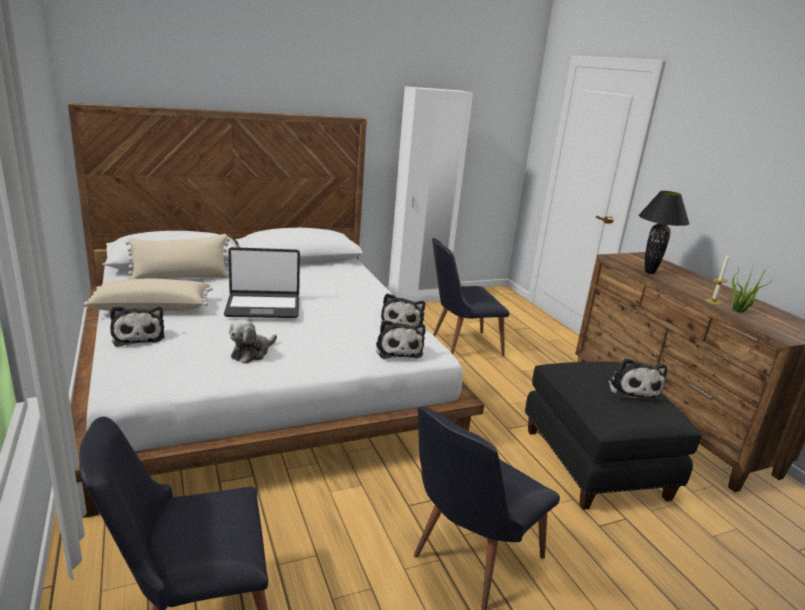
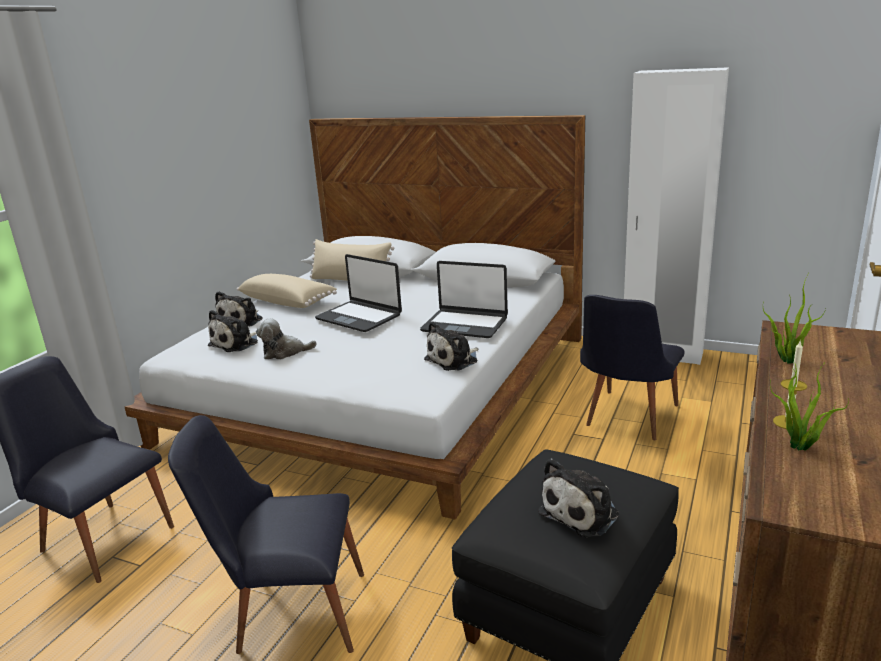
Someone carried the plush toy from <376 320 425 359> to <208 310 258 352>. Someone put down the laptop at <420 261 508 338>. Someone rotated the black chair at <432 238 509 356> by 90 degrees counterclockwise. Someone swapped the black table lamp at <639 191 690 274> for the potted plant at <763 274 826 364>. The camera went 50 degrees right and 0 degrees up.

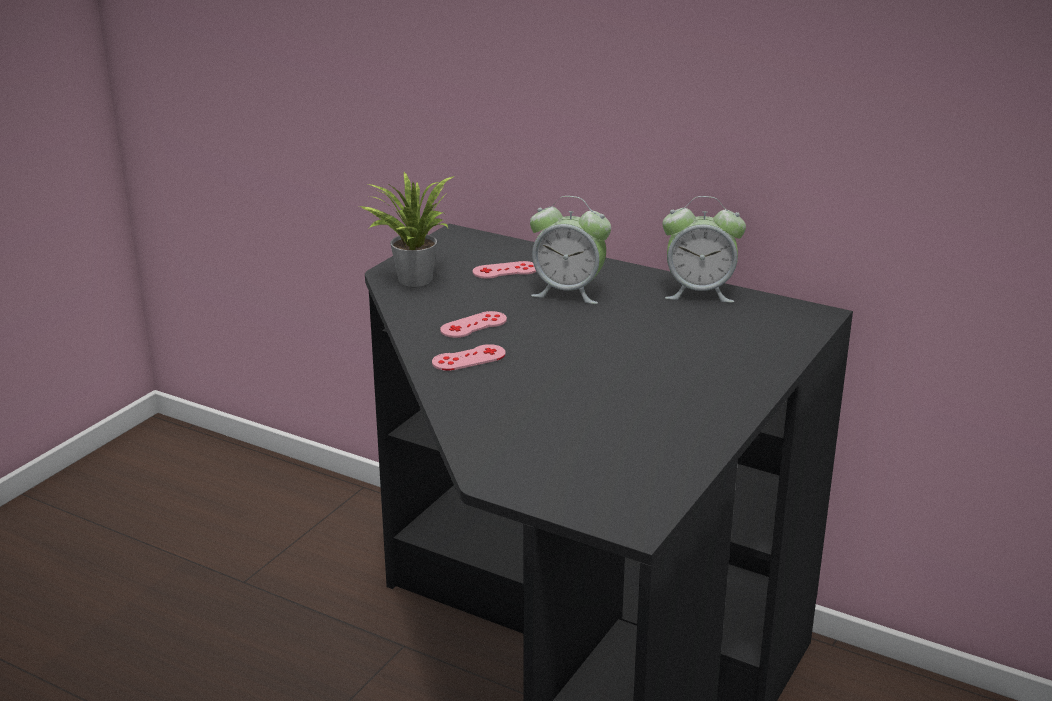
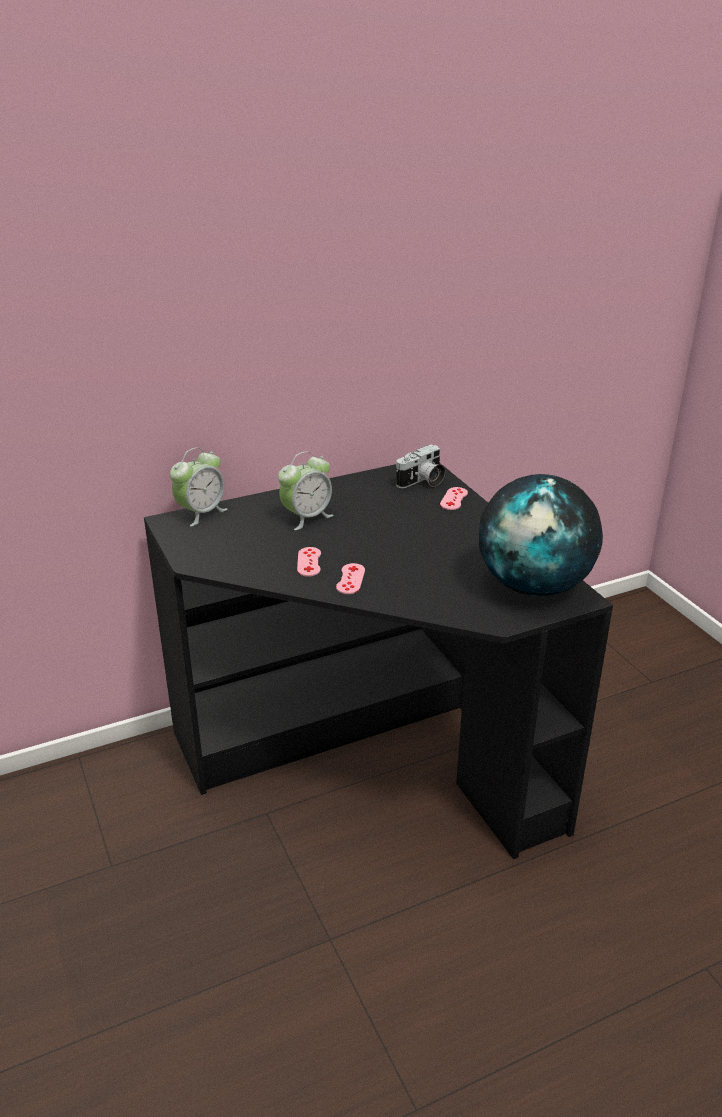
Someone carried the alarm clock from <663 196 746 302> to <170 448 227 526>. Someone put down the photo camera at <396 444 445 488>. Someone carried the pink game controller from <473 261 536 279> to <440 487 468 510>. Someone put down the globe at <479 474 603 597>. Someone took away the potted plant at <359 172 454 287>. The camera went 55 degrees left and 5 degrees up.

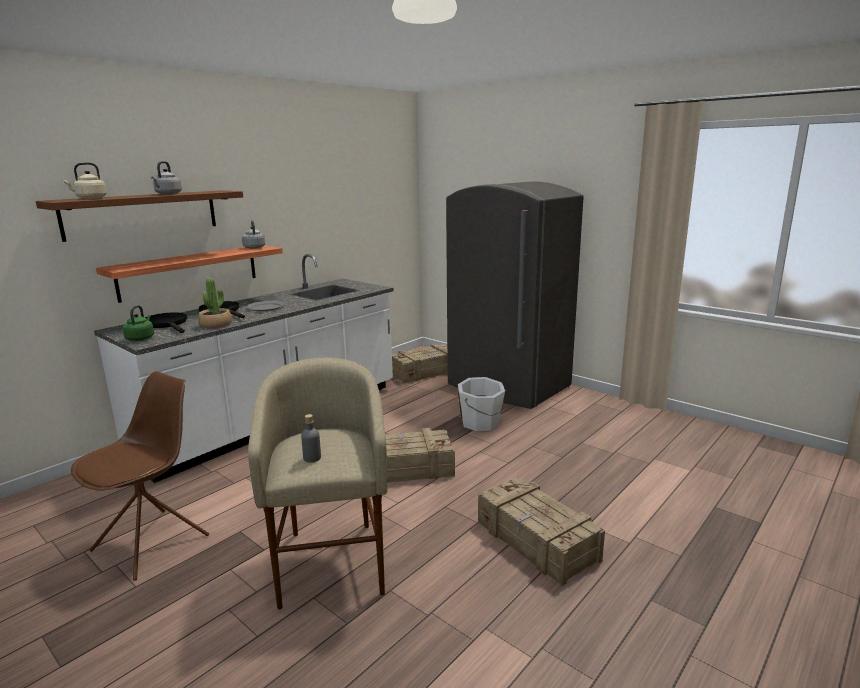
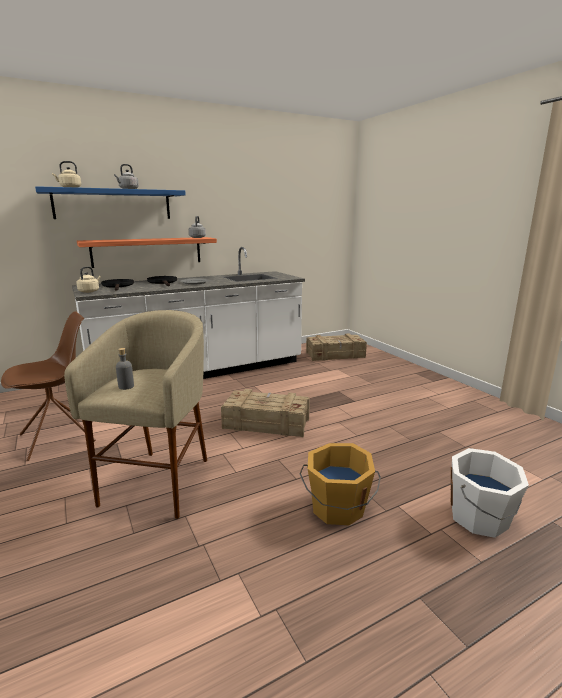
Someone repainted the brown shelf at <36 190 243 242>, which became the blue shelf at <35 186 186 219>. Someone repainted the green kettle at <123 305 154 341>, which became the beige kettle at <77 267 101 293>. Someone swapped the crate at <478 477 605 586> for the orange bucket at <299 443 381 525>. Someone carried the white bucket from <458 377 505 431> to <451 448 529 538>. Someone took away the potted plant at <198 278 232 328>. Someone took away the grey fridge at <446 181 584 409>. The camera went 20 degrees right and 0 degrees up.

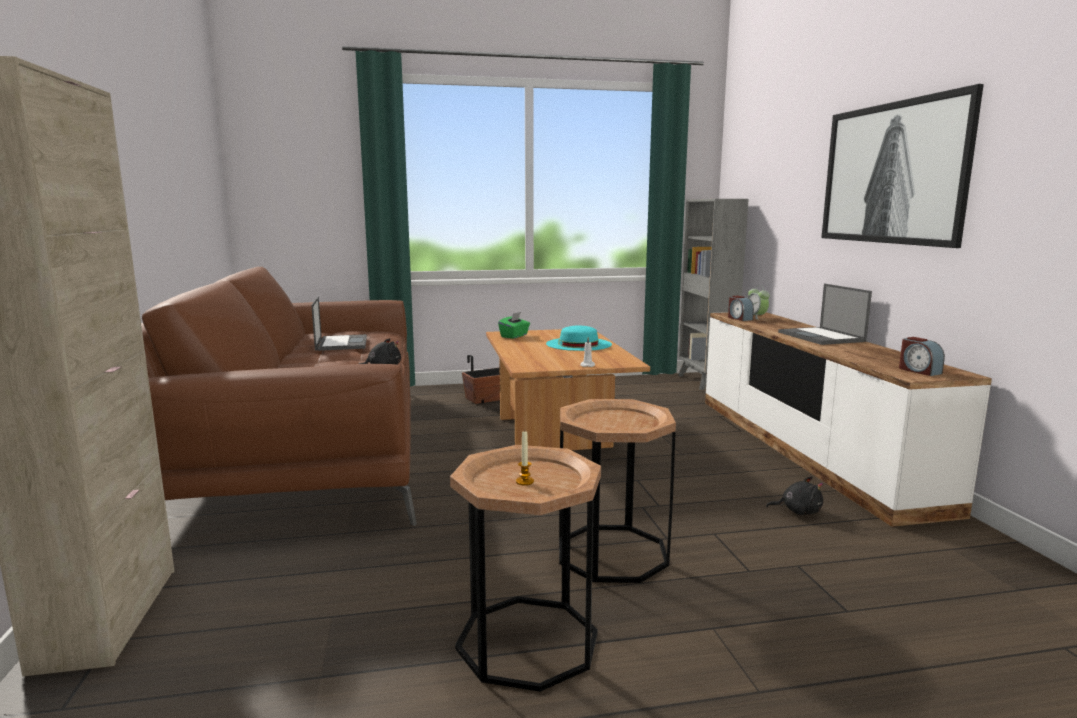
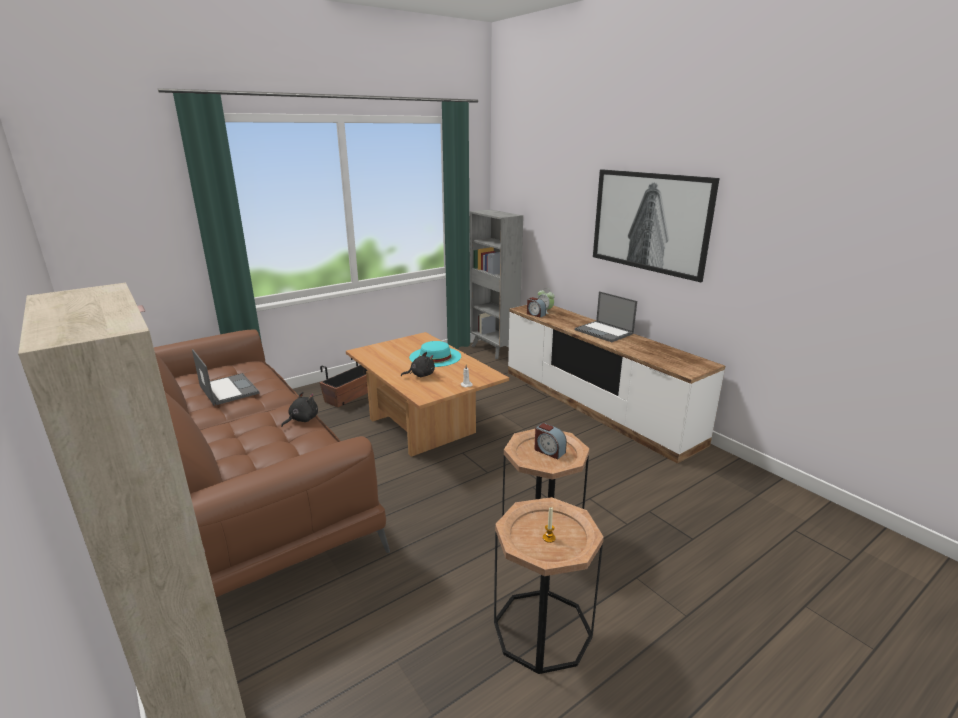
Someone carried the black plush toy from <766 476 823 515> to <401 352 435 377>. Someone carried the alarm clock from <899 337 945 376> to <534 423 567 459>. Someone took away the green tissue box at <498 312 530 339>. The camera went 25 degrees left and 10 degrees up.

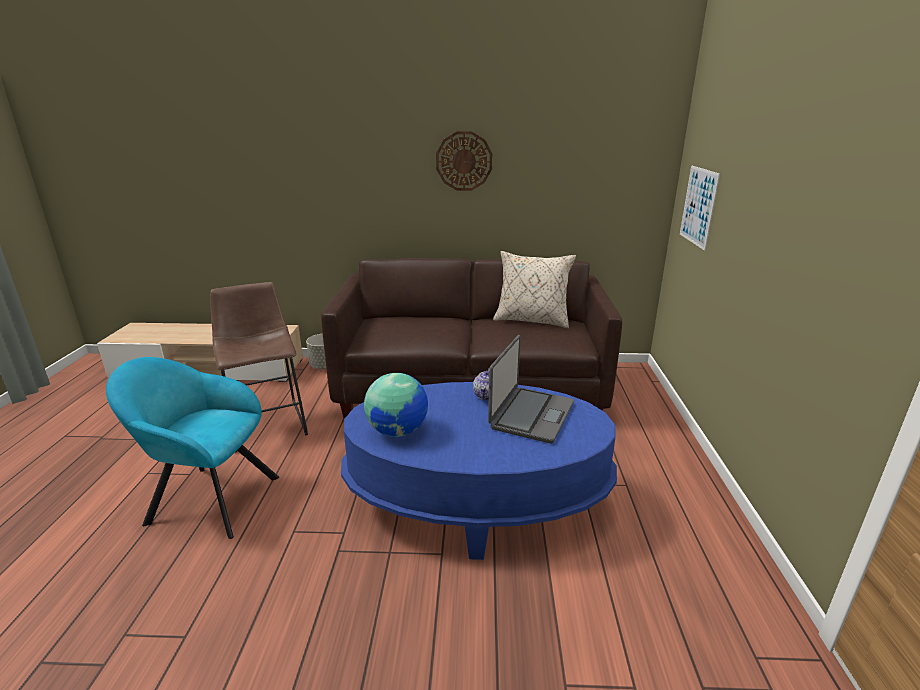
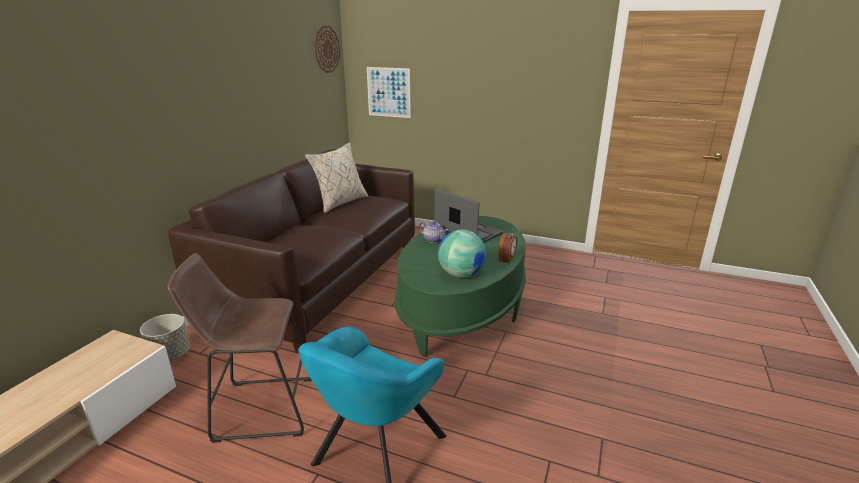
Someone carried the wall clock from <436 131 492 191> to <314 26 340 73>. Someone repainted the blue coffee table at <341 382 617 560>, which became the green coffee table at <395 216 526 357>. Someone put down the alarm clock at <499 233 517 263>. The camera went 70 degrees left and 0 degrees up.

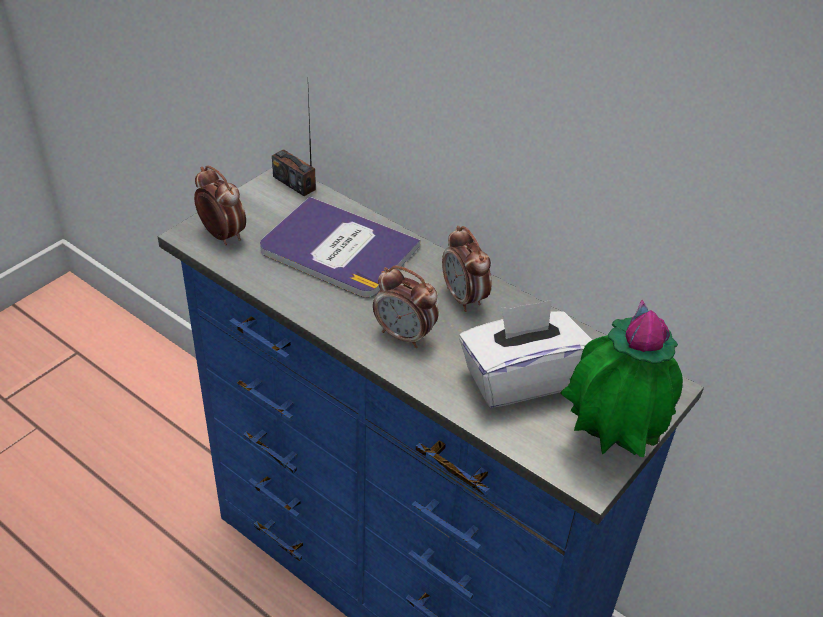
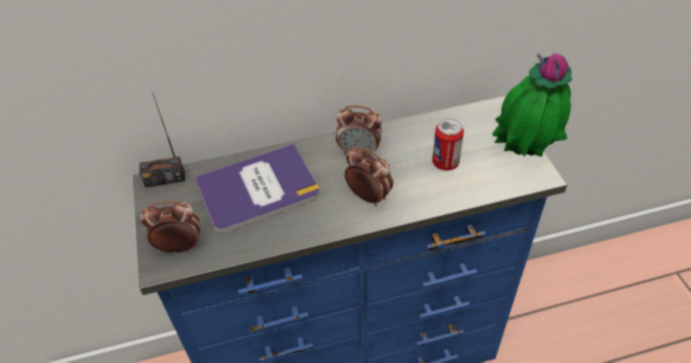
Someone rotated the alarm clock at <373 266 439 348> by 120 degrees counterclockwise. Someone swapped the white tissue box at <459 300 592 408> for the can at <432 118 464 170>. The camera went 50 degrees left and 5 degrees up.

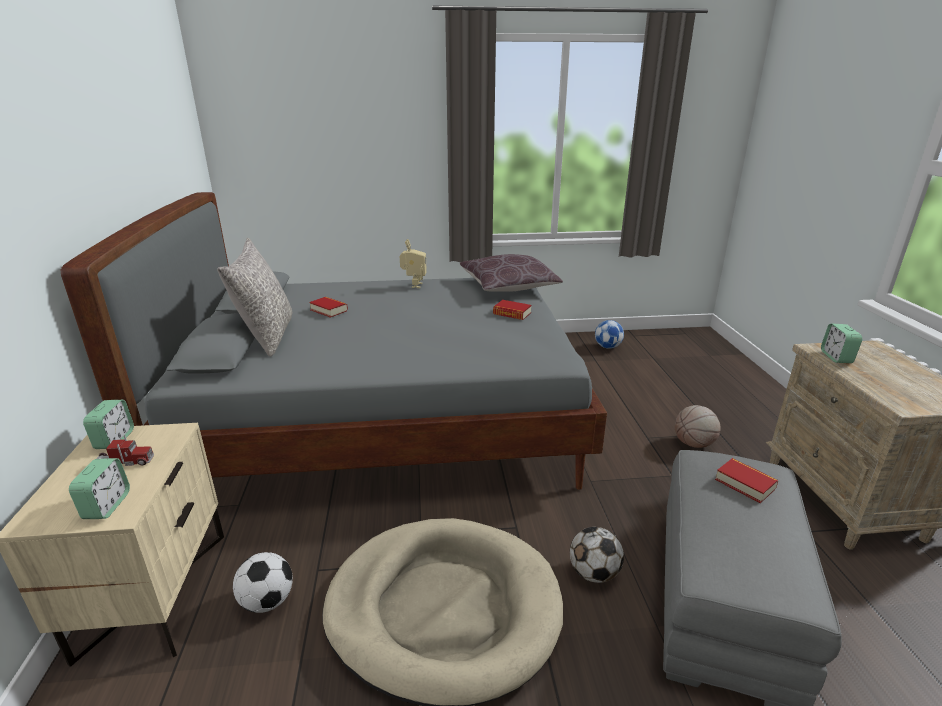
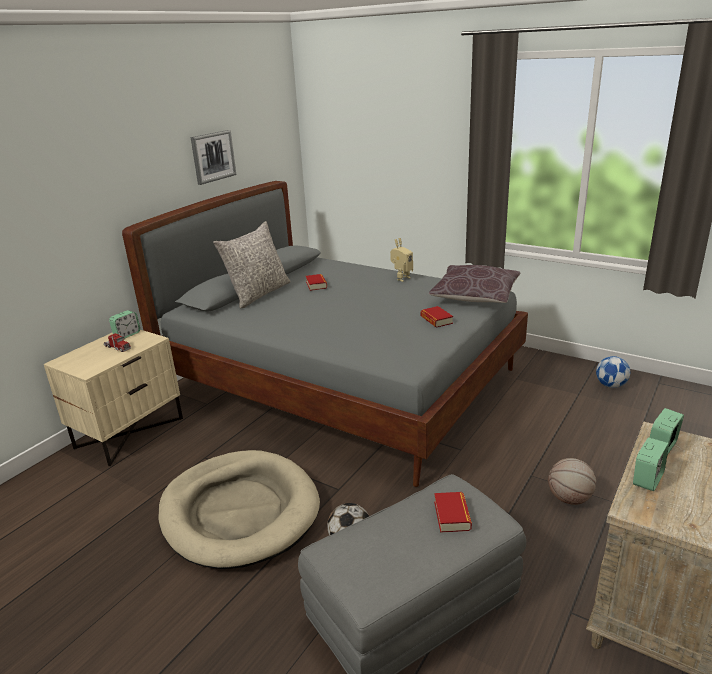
Someone put up the picture at <191 130 236 185>. Someone carried the alarm clock from <69 458 130 519> to <633 437 669 491>. Someone took away the football at <233 552 293 613>. The camera went 40 degrees right and 0 degrees up.

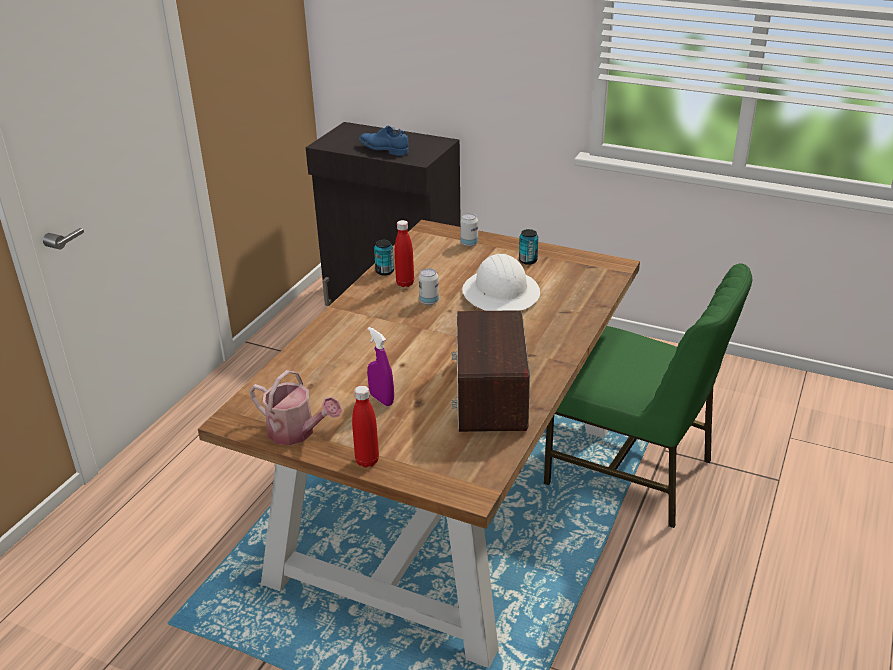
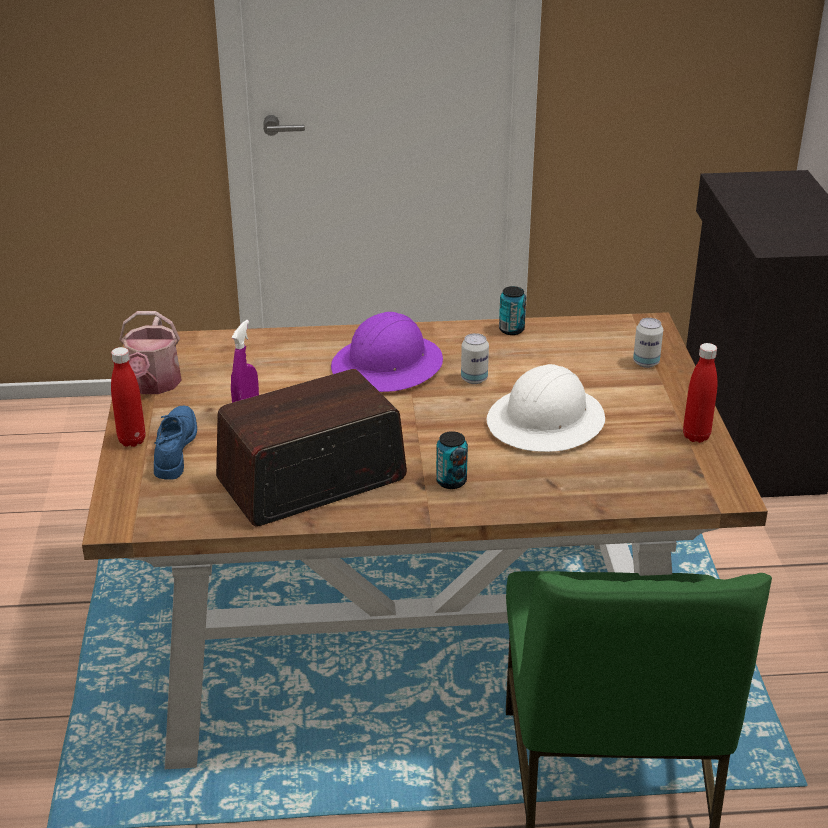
Someone carried the blue shoe from <359 125 409 156> to <154 405 197 480>. Someone put down the purple hard hat at <331 312 443 392>. Someone carried the can from <519 229 538 265> to <436 431 468 489>. Someone carried the red bottle from <395 220 414 287> to <683 343 717 443>. The camera went 60 degrees right and 0 degrees up.

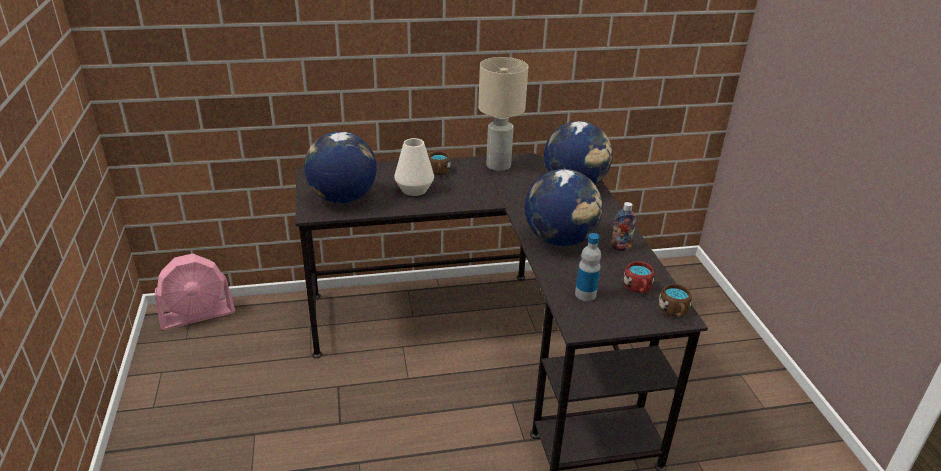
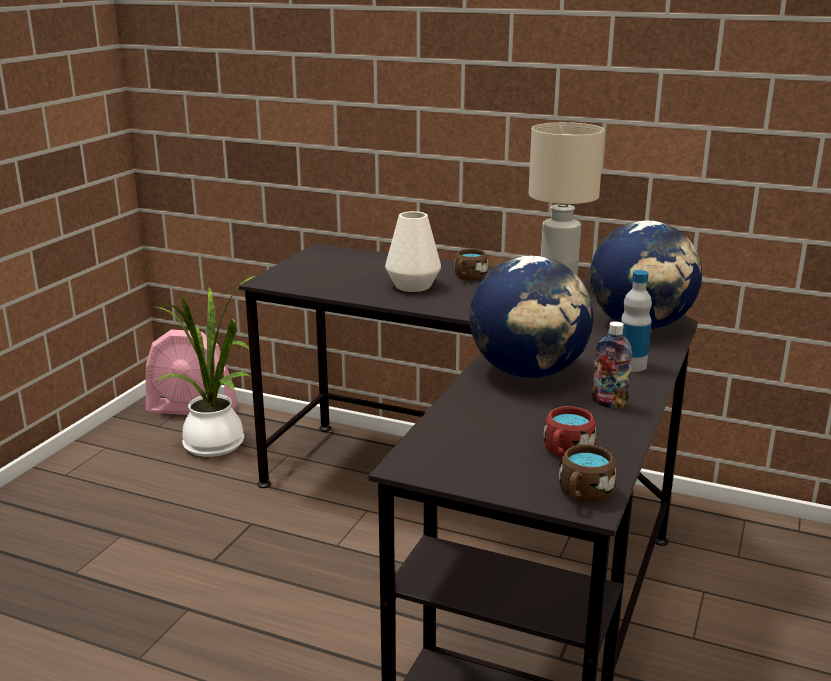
Someone put down the potted plant at <154 276 255 457>. Someone carried the bottle from <575 233 601 301> to <620 270 652 372>. Someone took away the globe at <304 132 377 203>. The camera went 35 degrees right and 10 degrees down.

